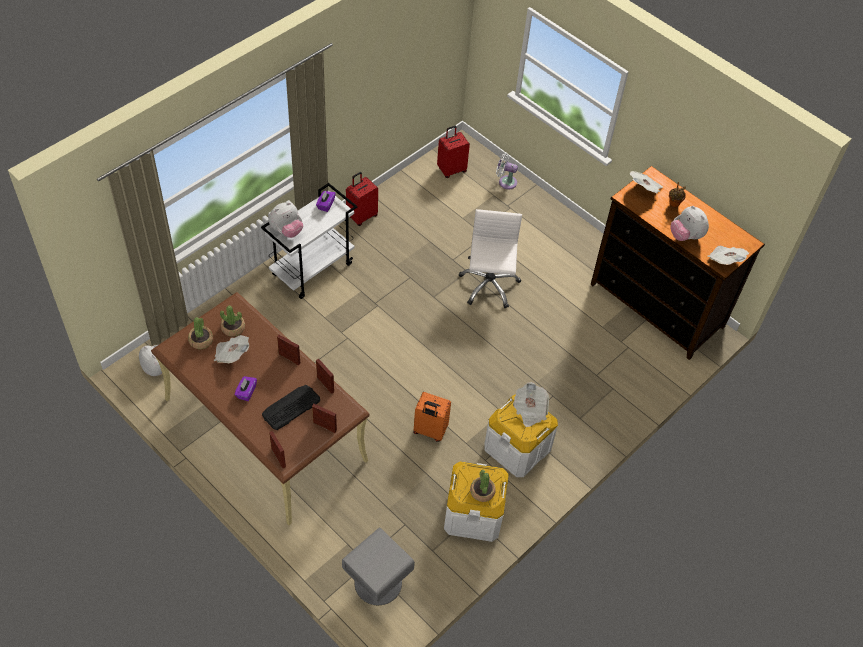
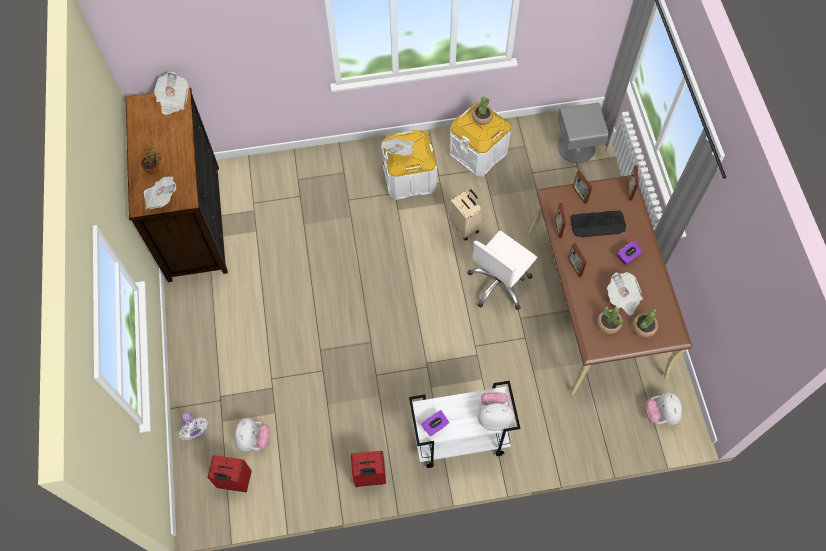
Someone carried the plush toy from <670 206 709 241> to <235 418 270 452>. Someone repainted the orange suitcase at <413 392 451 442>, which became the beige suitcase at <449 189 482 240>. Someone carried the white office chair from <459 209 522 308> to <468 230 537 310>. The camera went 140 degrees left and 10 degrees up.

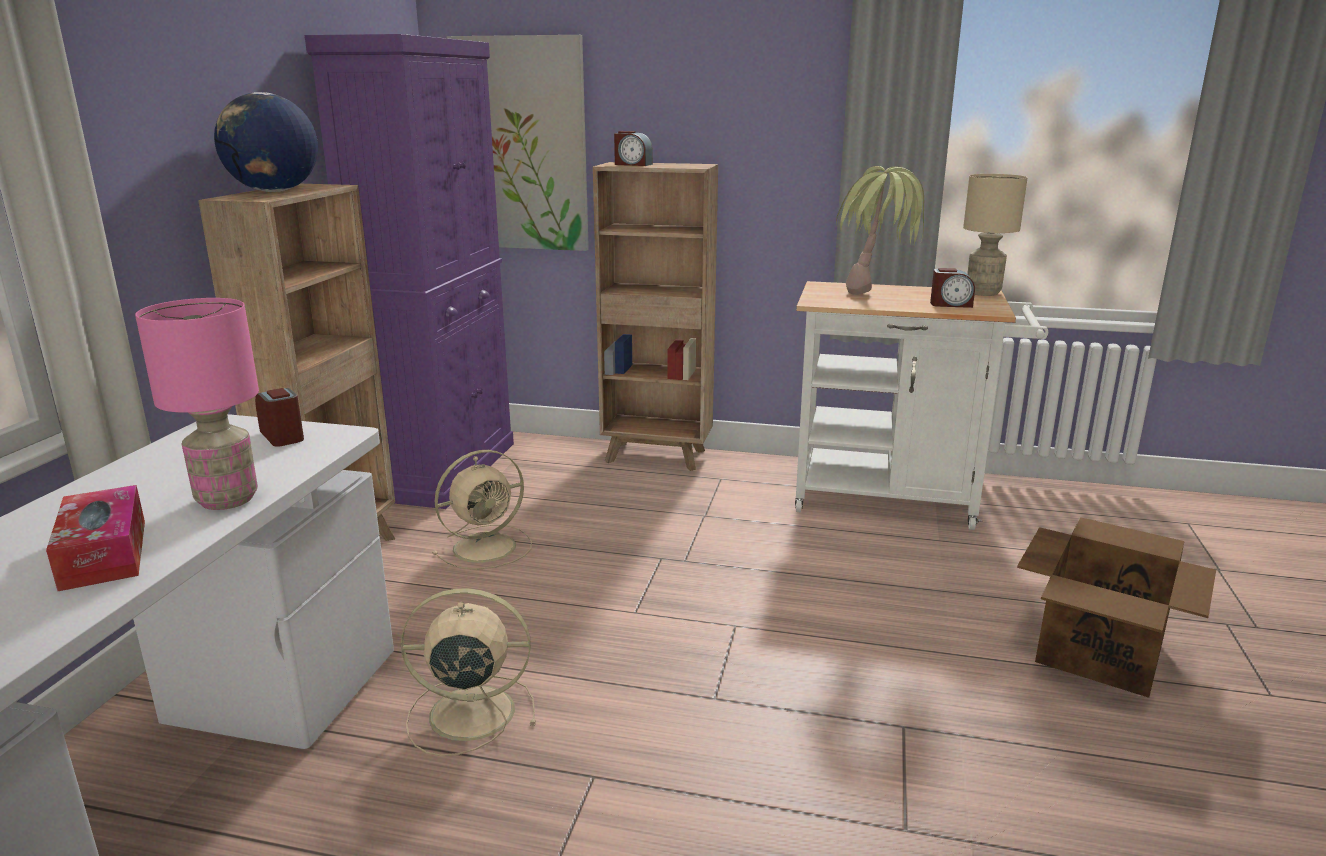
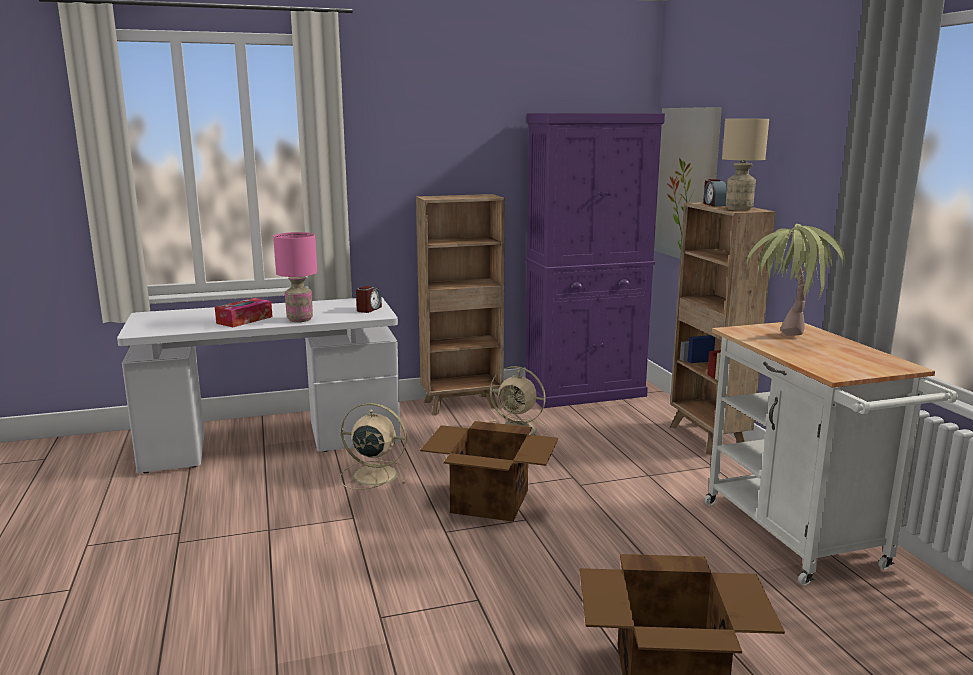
Someone rotated the beige fan at <401 588 536 757> by 45 degrees counterclockwise. Someone put down the cardboard box at <420 421 558 522>. Someone carried the beige table lamp from <963 174 1028 296> to <722 119 769 211>. Someone took away the globe at <214 92 318 192>. Someone took away the alarm clock at <930 268 975 308>. The camera went 60 degrees right and 5 degrees down.

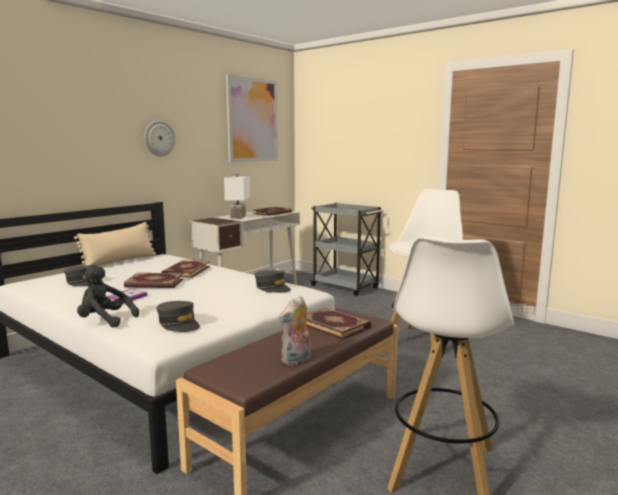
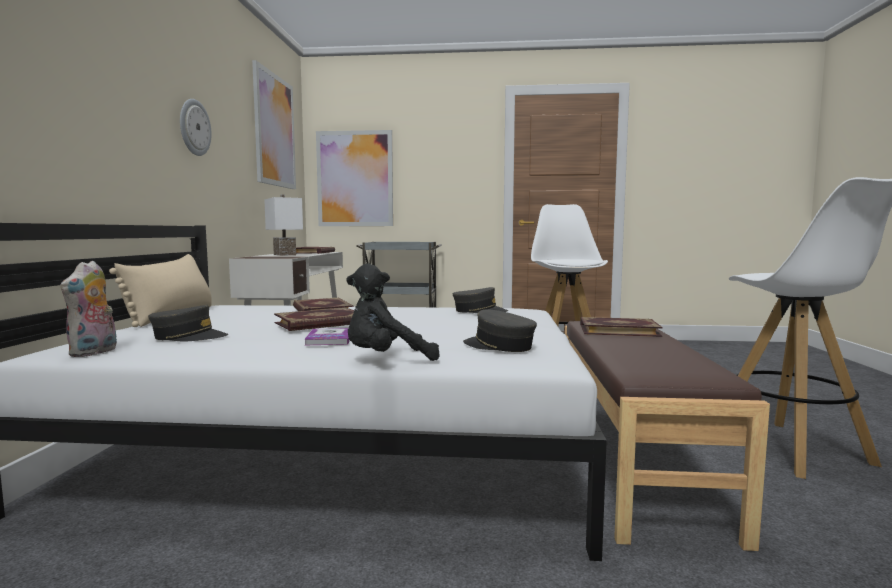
Someone carried the plush toy from <279 296 311 365> to <60 260 117 357>. Someone put up the picture at <316 130 393 226>. Someone rotated the grey cap at <156 301 200 332> by 150 degrees counterclockwise. The camera went 35 degrees left and 5 degrees down.

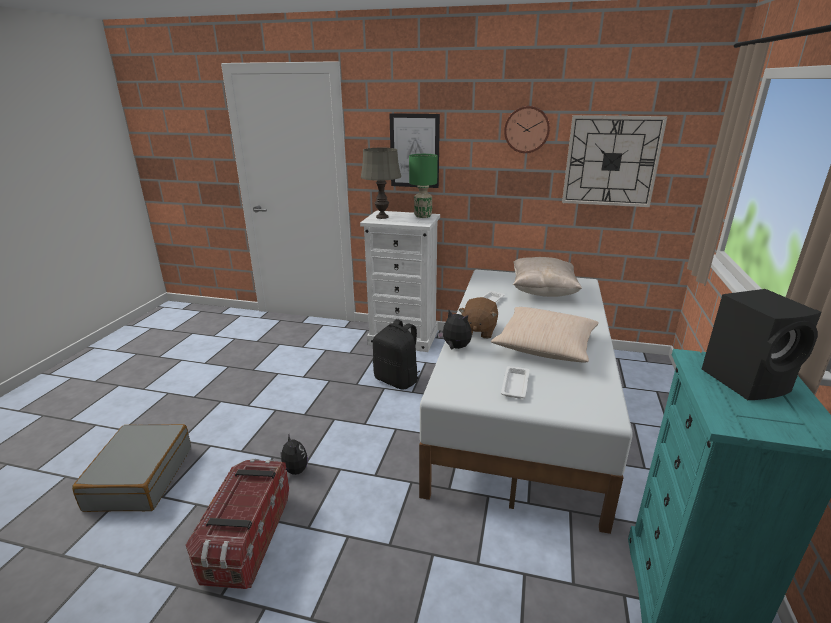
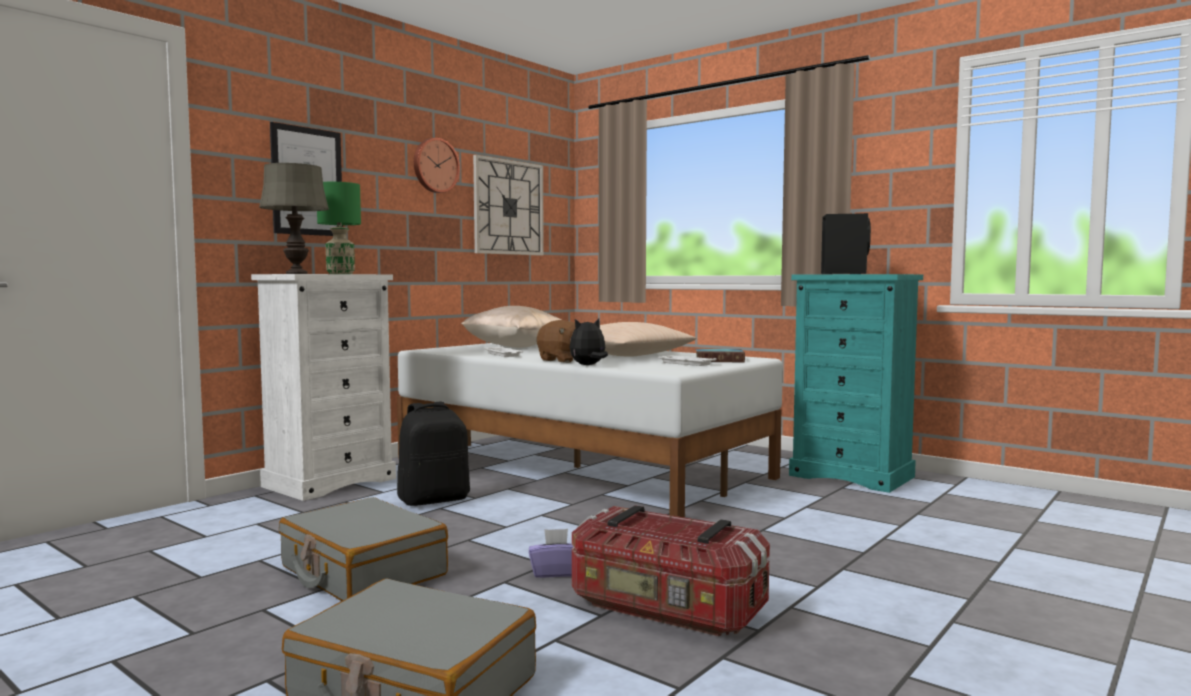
Someone put down the grey suitcase at <279 497 448 601>. Someone swapped the plush toy at <280 435 308 475> for the purple tissue box at <529 529 573 578>. Someone put down the book at <696 349 745 362>. The camera went 65 degrees left and 20 degrees down.

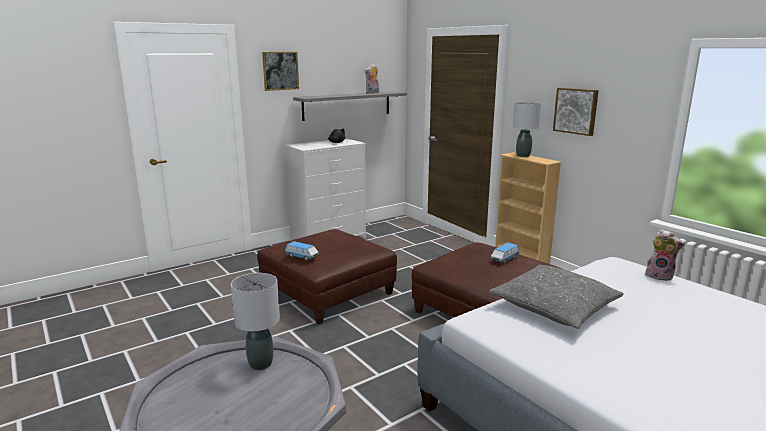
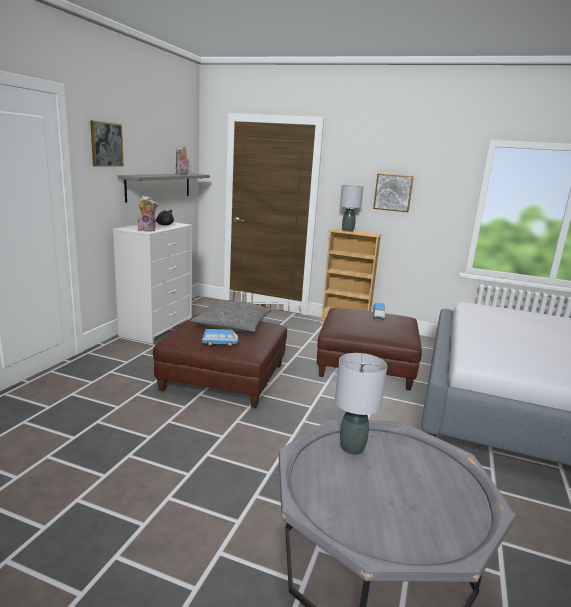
Someone carried the plush toy from <645 229 685 281> to <138 196 158 232>. Someone carried the grey pillow from <489 265 624 329> to <190 300 271 333>. The camera went 35 degrees left and 0 degrees up.

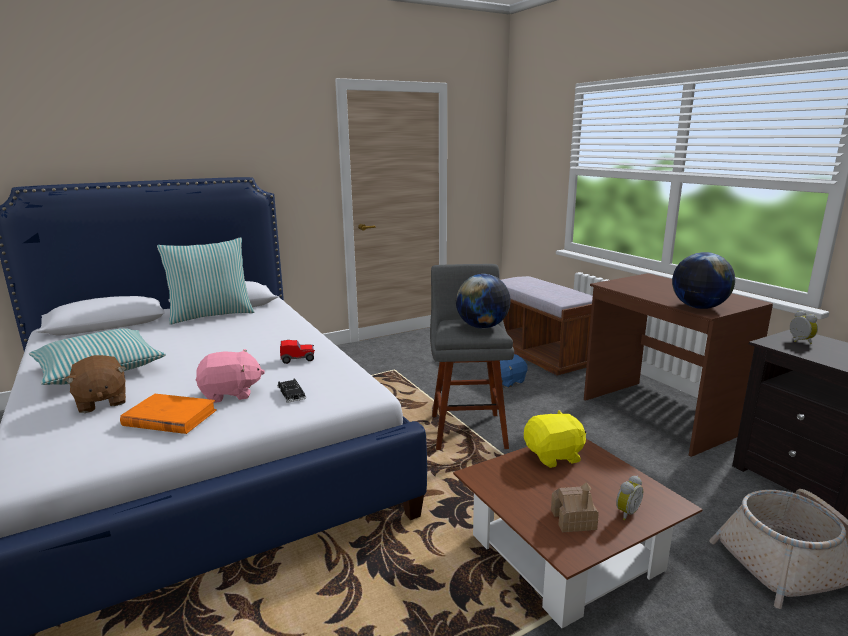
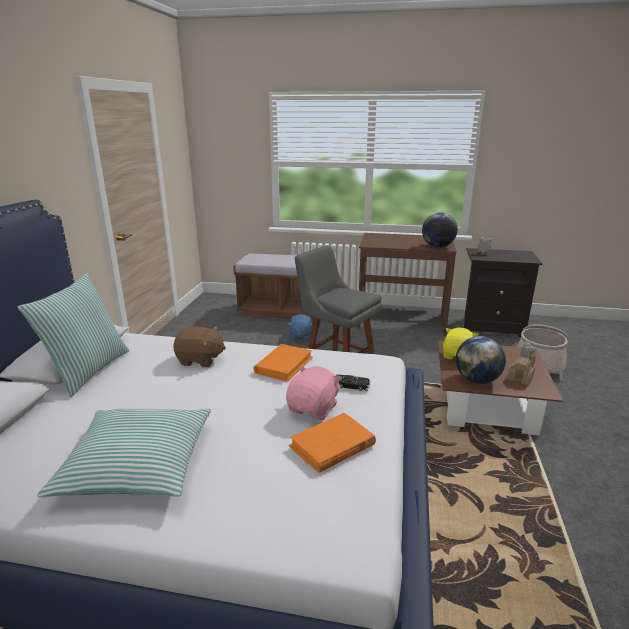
Someone carried the brown plush toy from <64 355 126 413> to <173 326 226 367>. Someone swapped the toy car at <280 340 315 364> for the orange book at <254 344 313 382>. Someone carried the globe from <456 274 511 328> to <456 336 506 384>. The camera went 50 degrees left and 5 degrees up.

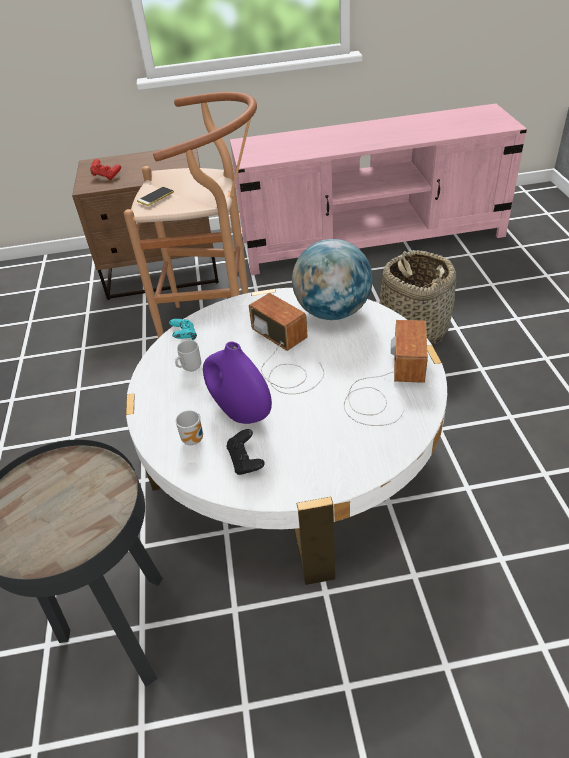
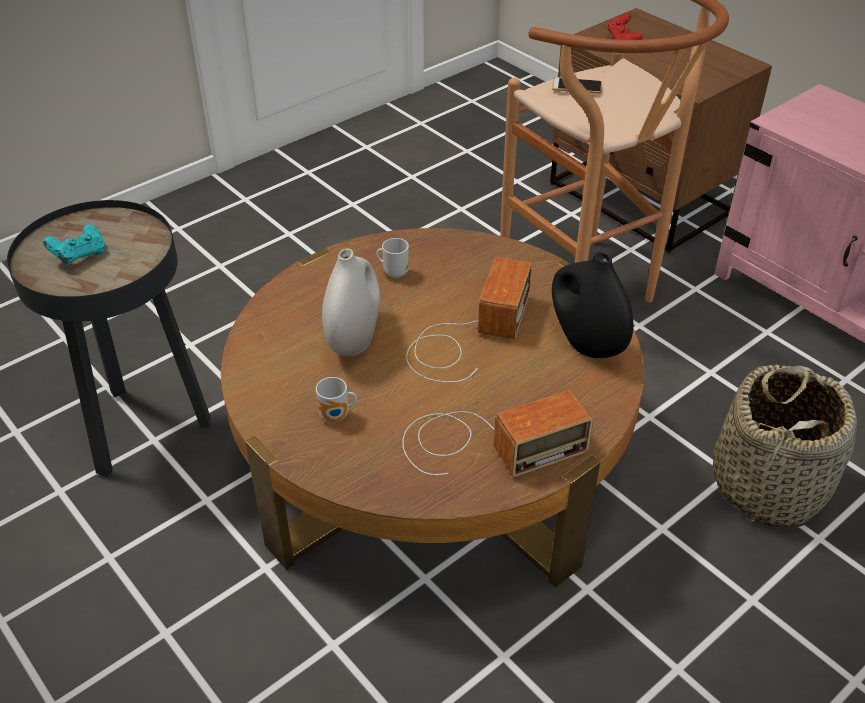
Someone carried the turquoise game controller from <169 319 197 341> to <43 225 105 265>. Someone repainted the white coffee table at <126 288 447 585>, which became the brown coffee table at <221 228 644 588>. Someone carried the mug from <175 410 203 445> to <316 377 357 422>. Someone repainted the purple vase at <203 342 272 424>, which became the white vase at <322 248 380 356>. Someone swapped the globe at <292 239 373 320> for the black vase at <552 252 633 358>. Someone took away the black game controller at <226 429 265 475>. The camera went 55 degrees right and 0 degrees up.

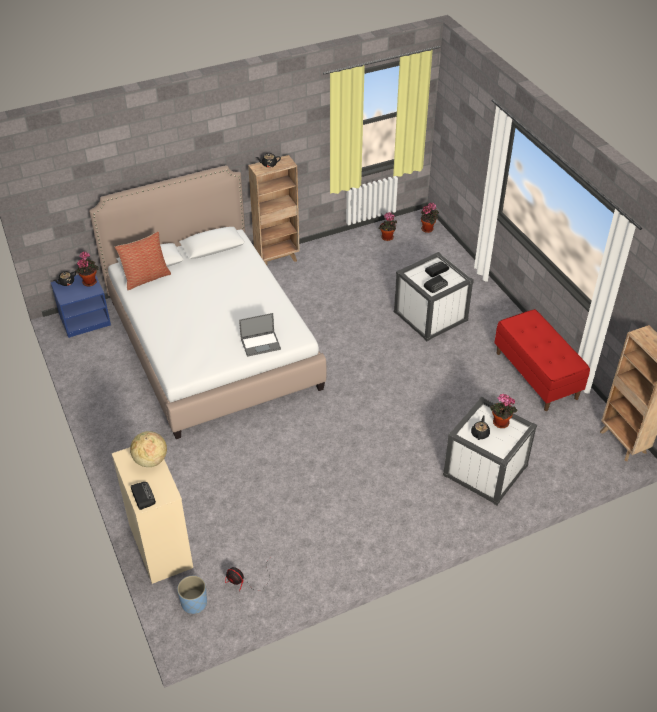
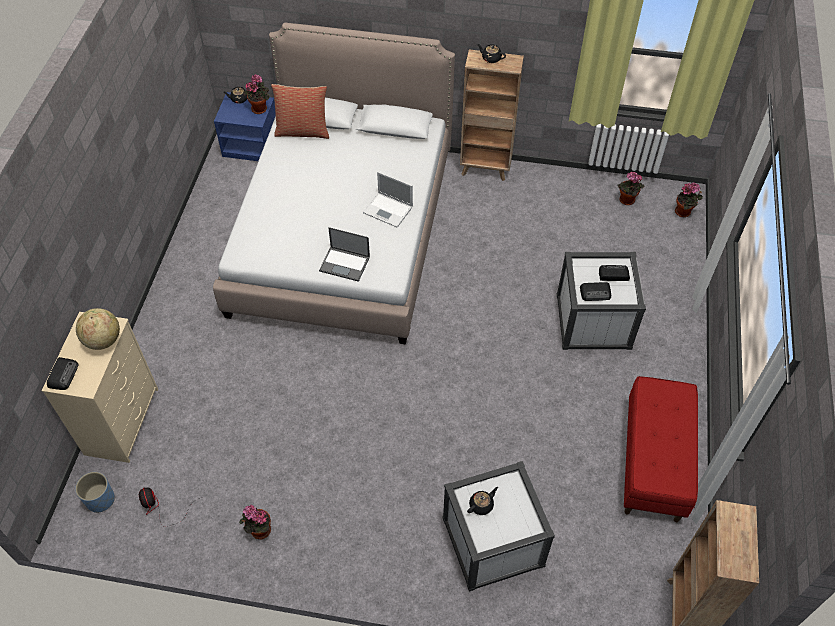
Someone carried the potted plant from <490 394 518 428> to <239 505 271 539>. Someone put down the laptop at <363 171 413 228>. The camera went 35 degrees right and 10 degrees up.

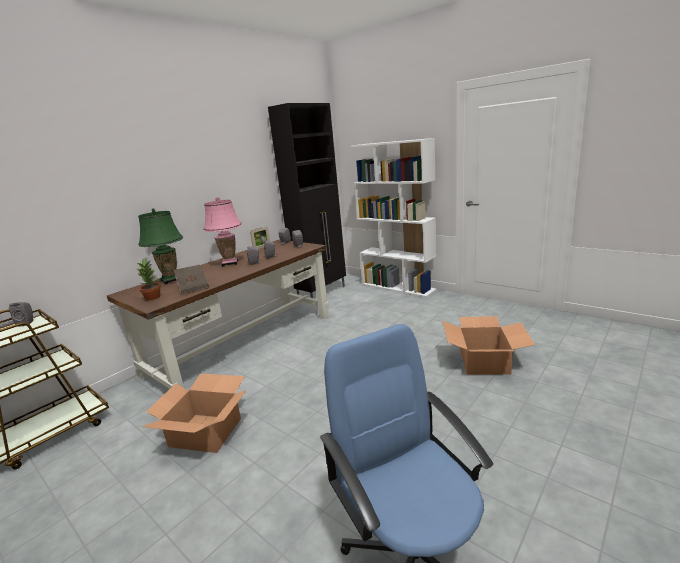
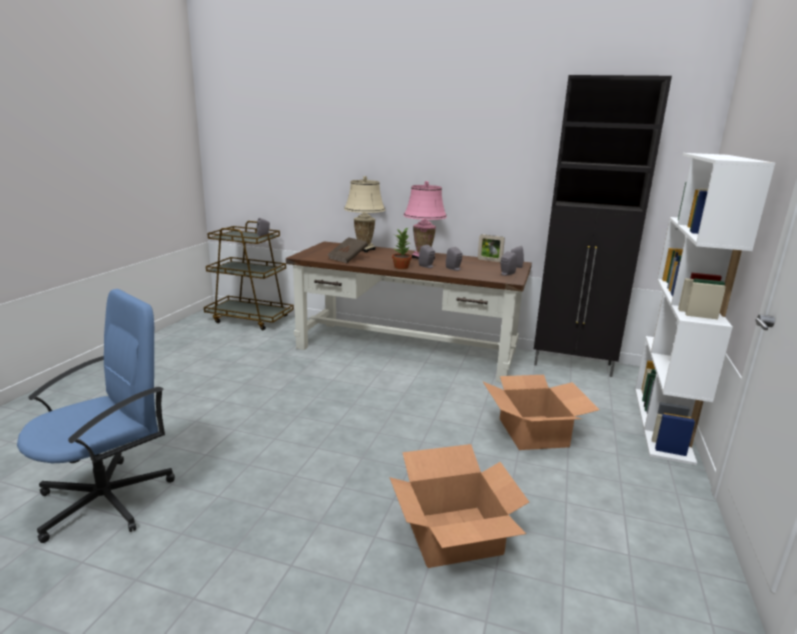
Someone repainted the green table lamp at <138 208 183 284>, which became the beige table lamp at <344 176 385 253>. Someone carried the potted plant from <136 258 161 300> to <392 228 412 269>. Someone carried the cardboard box from <142 373 247 453> to <482 375 600 450>. The camera went 65 degrees right and 0 degrees up.

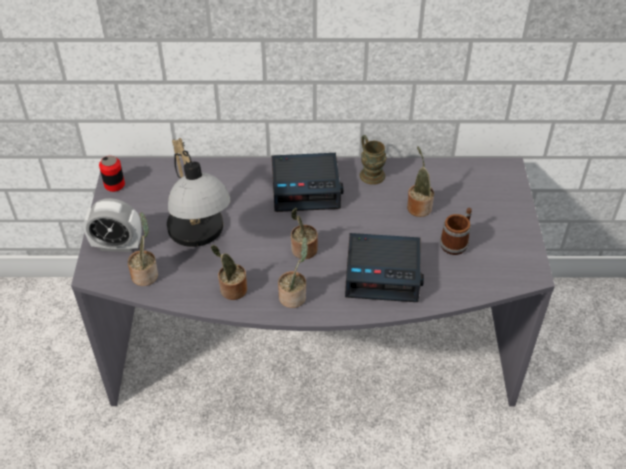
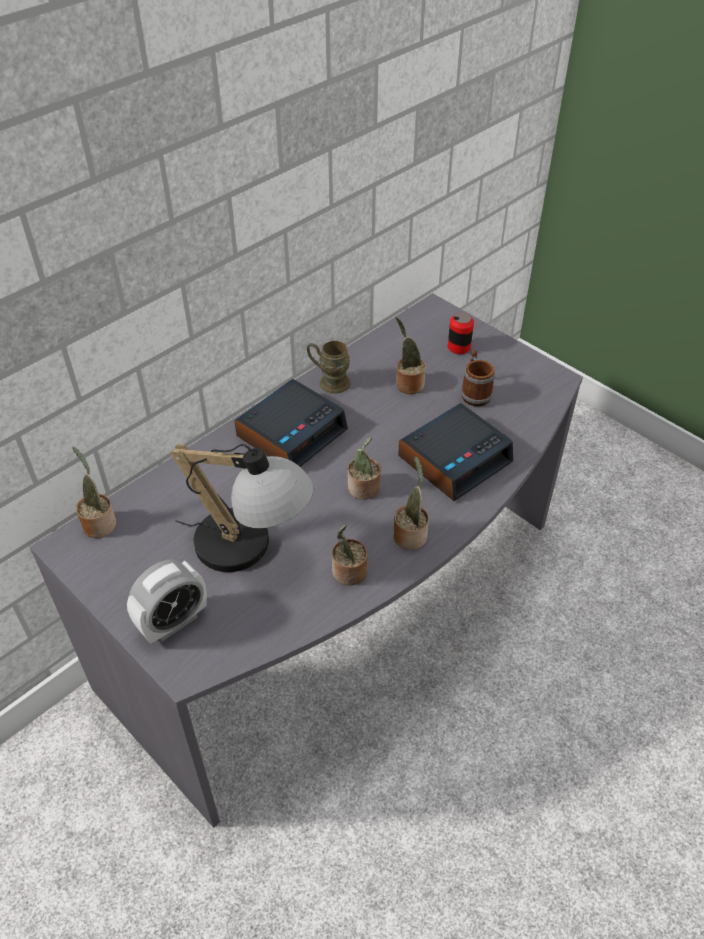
Someone carried the potted plant from <128 212 158 286> to <72 447 116 538>. Someone carried the can from <99 156 125 192> to <448 313 474 354>. The camera went 45 degrees left and 0 degrees up.

